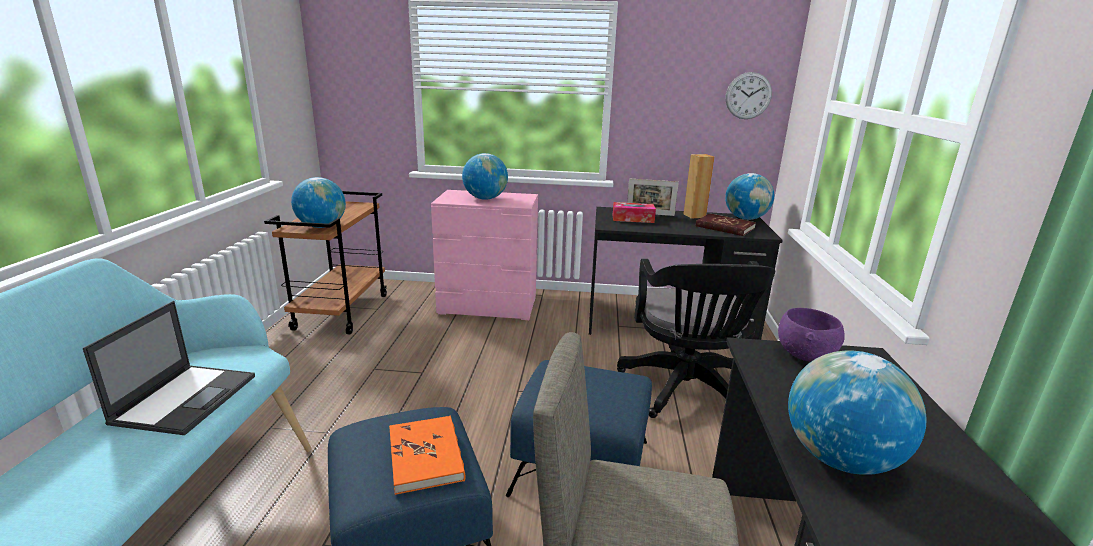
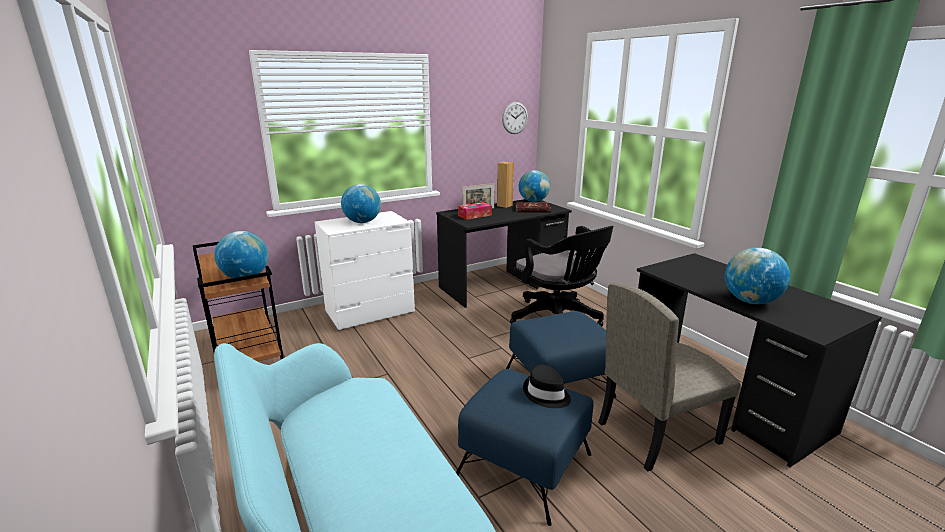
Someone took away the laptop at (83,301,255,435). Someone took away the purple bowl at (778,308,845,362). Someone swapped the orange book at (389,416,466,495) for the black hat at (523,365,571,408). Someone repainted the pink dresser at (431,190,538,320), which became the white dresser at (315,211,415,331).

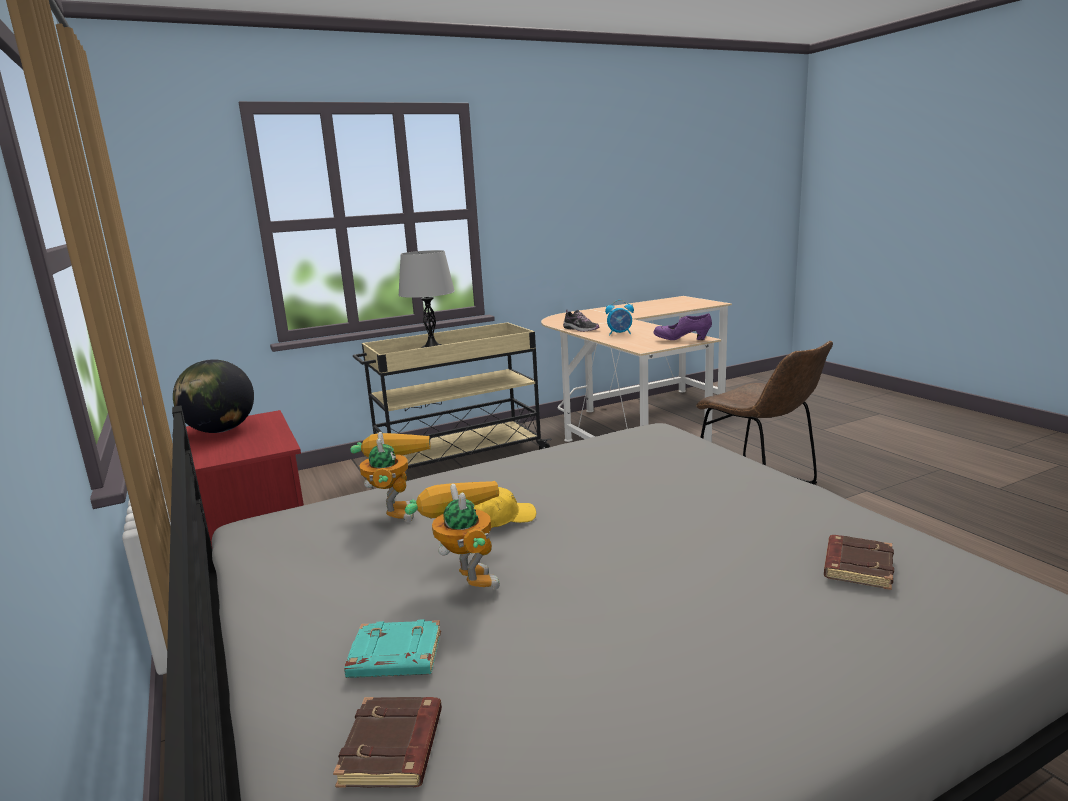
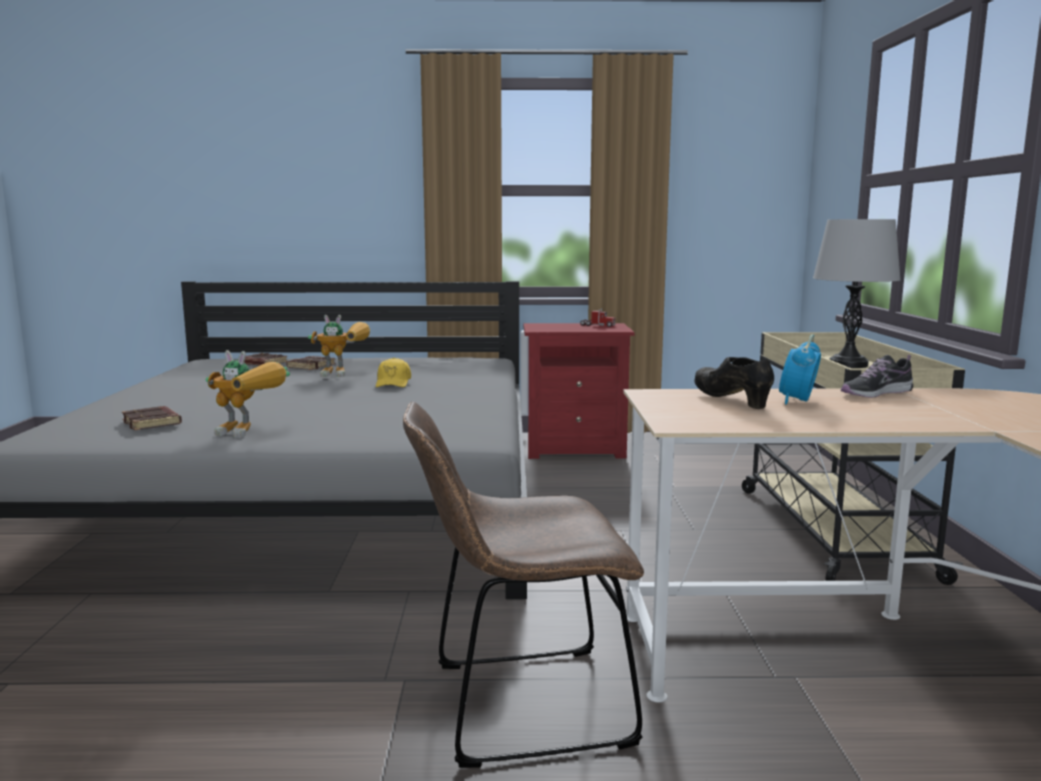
Someone took away the purple shoe at (653,313,712,340). Someone put down the black shoe at (694,357,774,409). Someone carried the toy robot from (351,432,431,522) to (206,350,290,438). Someone swapped the globe at (173,359,254,433) for the toy truck at (580,308,615,327). Someone repainted the turquoise book at (344,620,441,678), which became the brown book at (286,356,336,370).

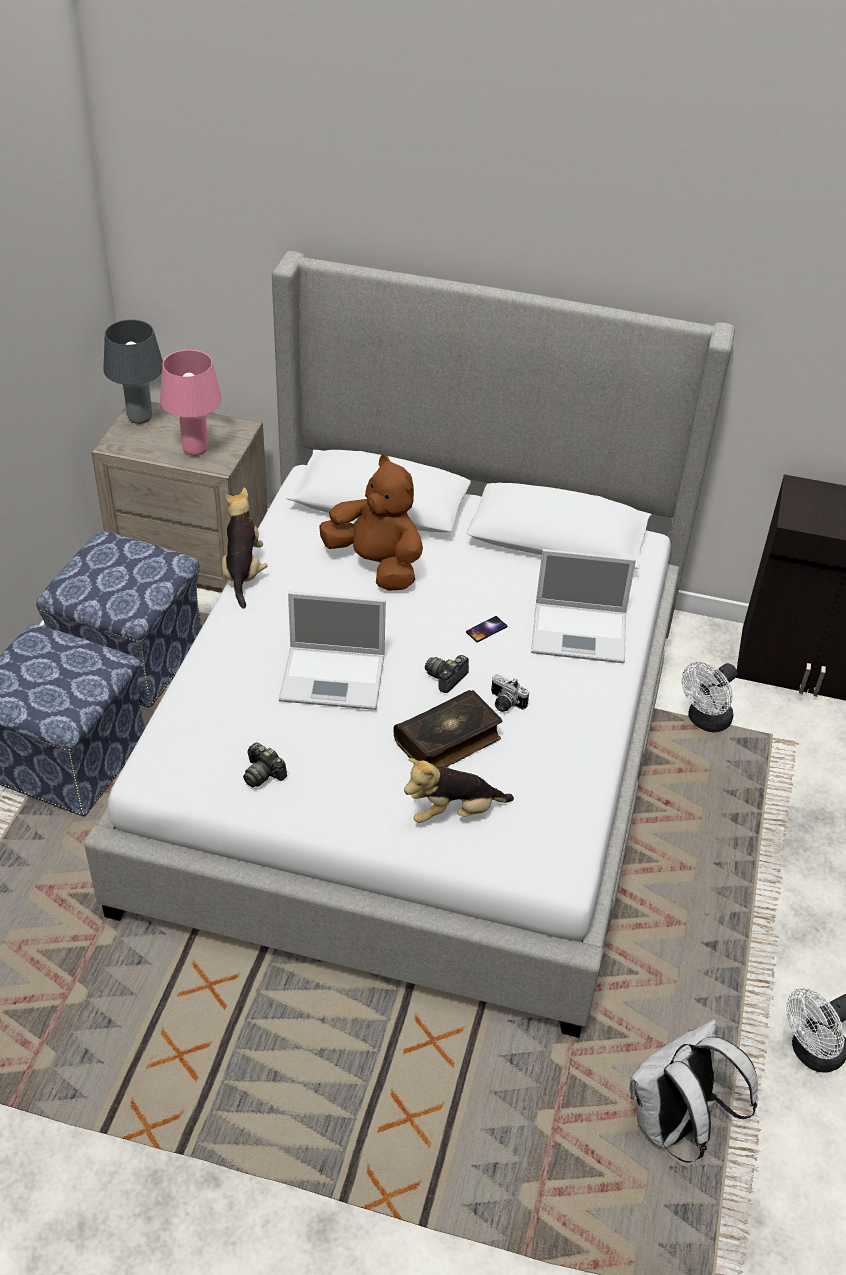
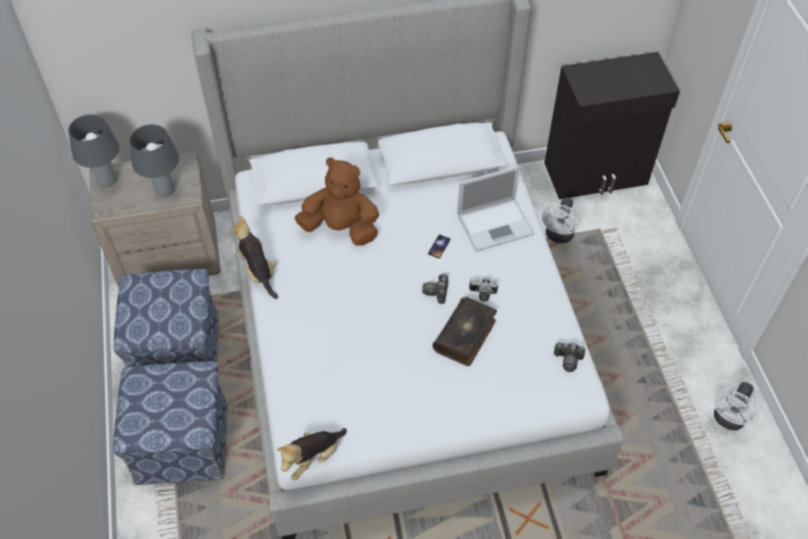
Someone took away the laptop at (279,591,386,710). Someone took away the white backpack at (630,1019,758,1163). Someone carried the photo camera from (243,742,287,787) to (554,343,585,372). Someone carried the plush toy from (404,758,514,823) to (277,428,347,481). Someone repainted the pink table lamp at (160,350,222,456), which became the grey table lamp at (129,124,179,197).

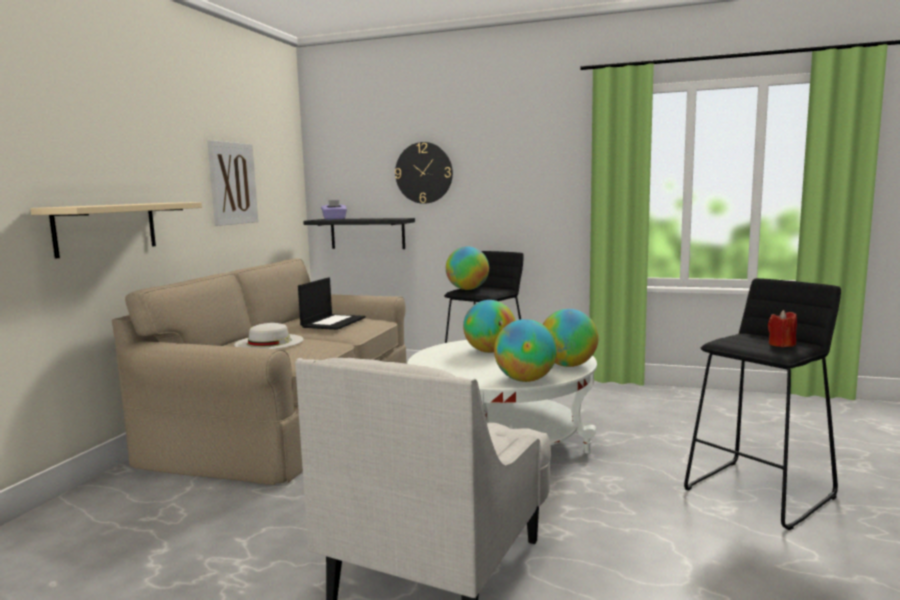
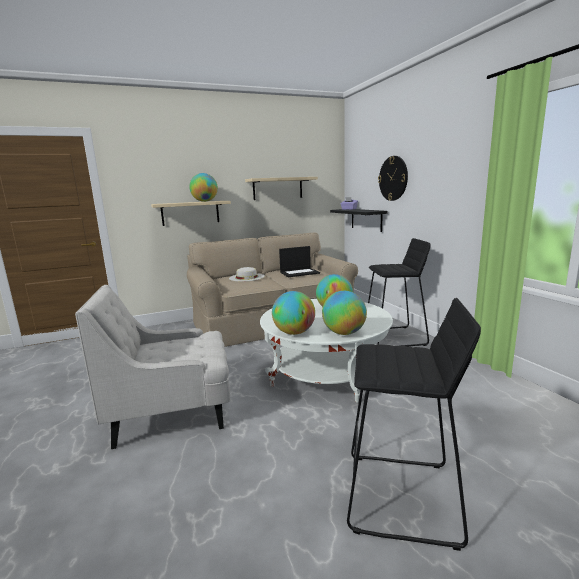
Someone took away the red candle at (768,310,797,347). Someone carried the globe from (446,246,489,290) to (189,173,218,202). Someone swapped the picture at (207,140,258,226) for the beige shelf at (245,177,318,200).

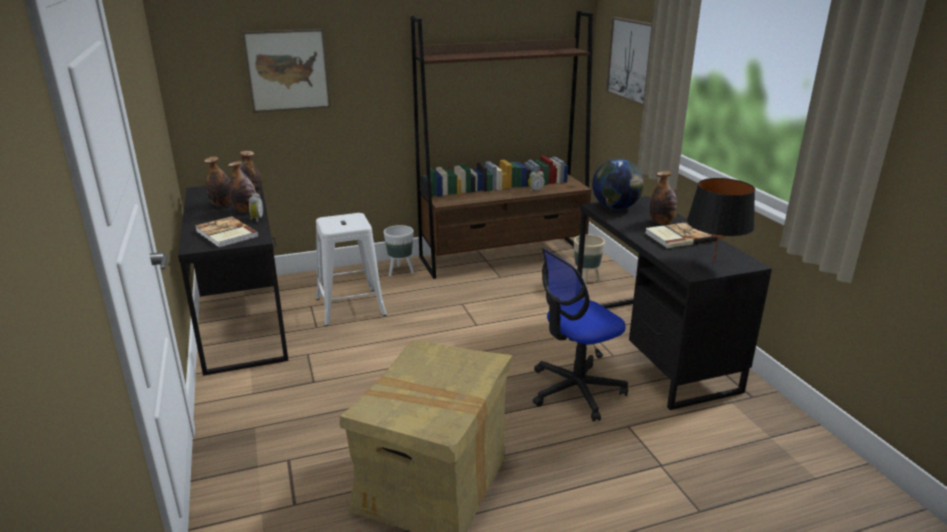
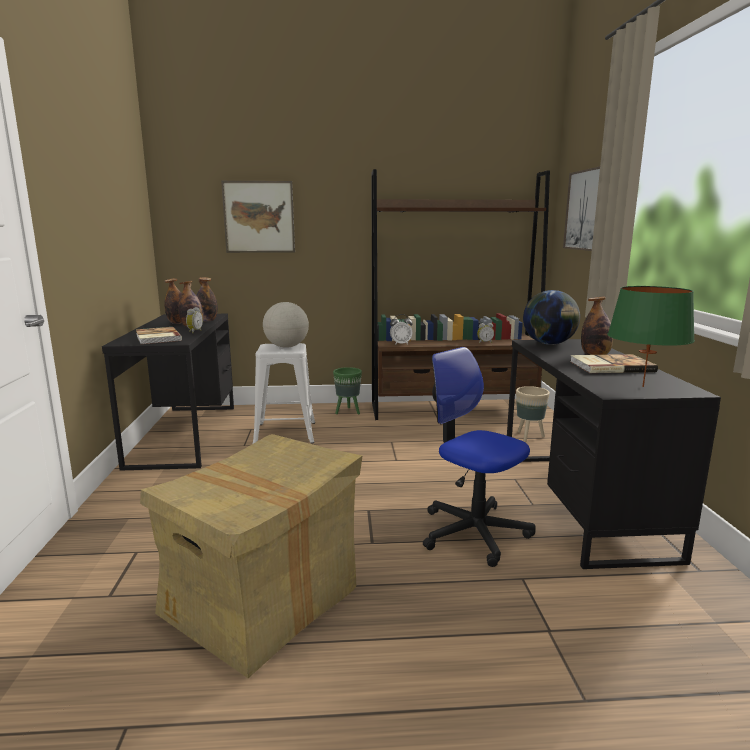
Someone put down the globe at (263,302,309,348). Someone put down the alarm clock at (390,314,413,345). Someone repainted the white planter at (384,225,414,276), which became the green planter at (333,367,362,415). Someone repainted the black table lamp at (687,178,755,262), which became the green table lamp at (607,286,695,387). Someone rotated the office chair at (533,248,628,421) by 60 degrees clockwise.

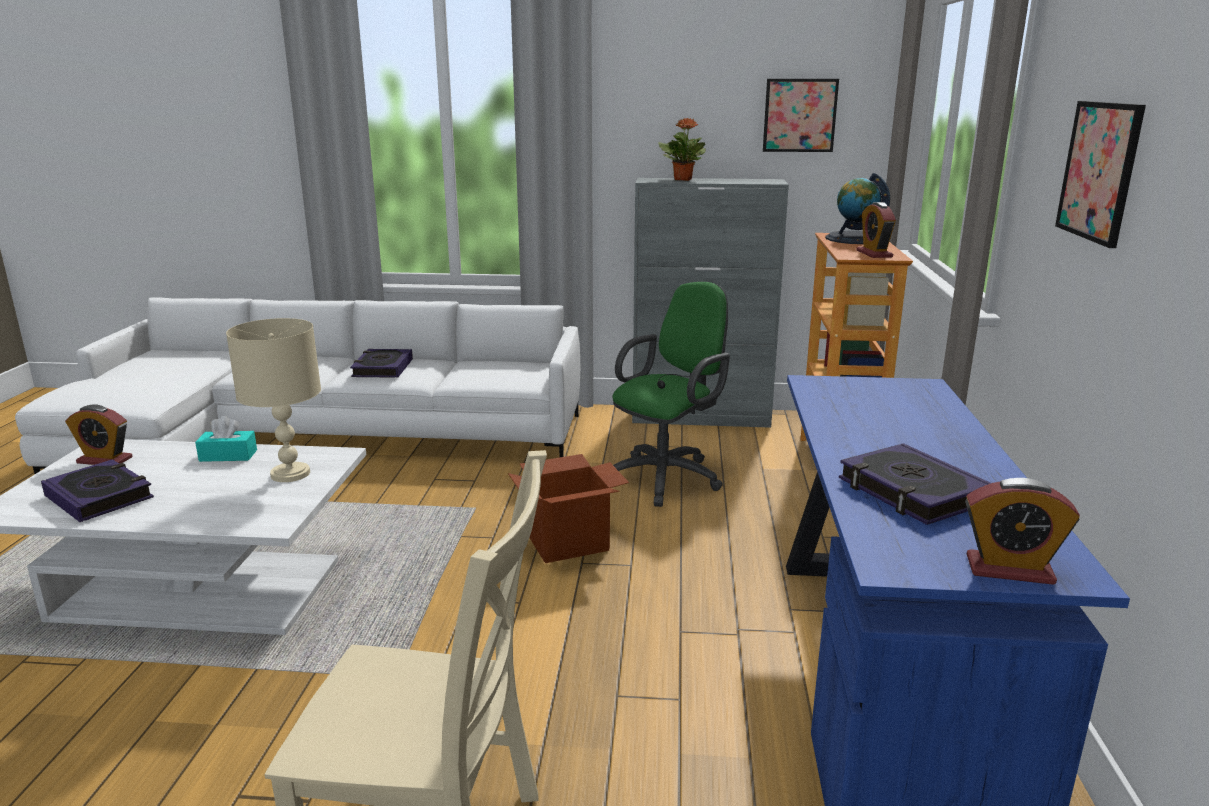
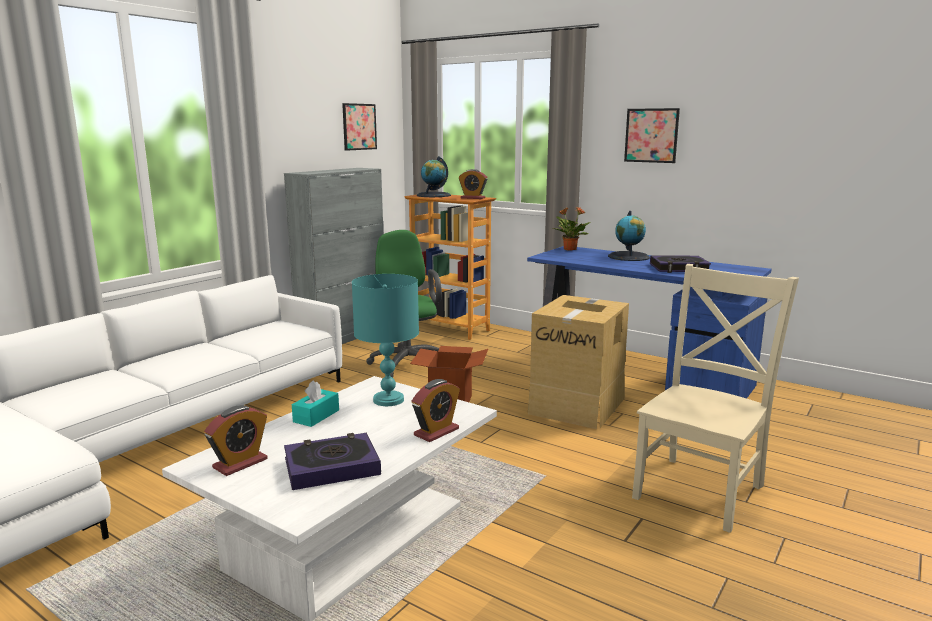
Someone took away the book at (350,349,413,378). Someone put down the cardboard box at (528,295,629,429). Someone put down the globe at (608,211,650,261). Someone carried the potted plant from (658,118,706,181) to (553,207,590,251). Someone carried the alarm clock from (965,478,1080,585) to (412,379,460,442). Someone repainted the beige table lamp at (226,318,321,482), which became the turquoise table lamp at (352,274,419,406).

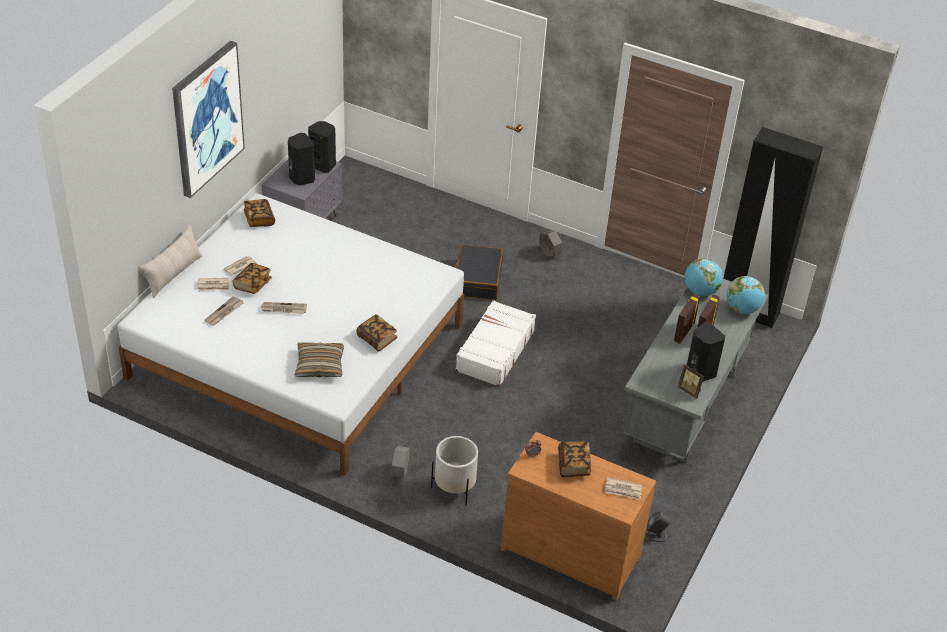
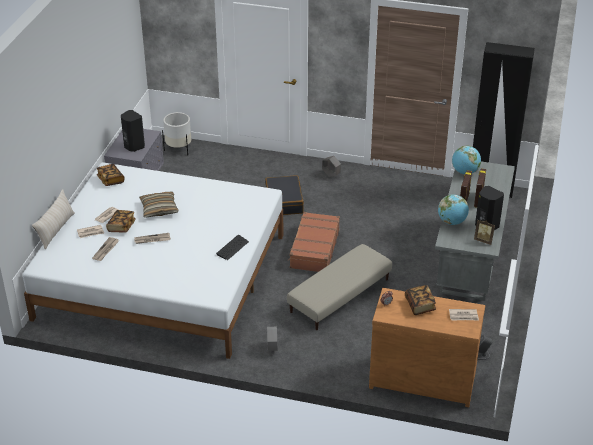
Someone took away the picture at (172,41,245,198). Someone took away the black speaker at (308,121,336,173). Someone put down the beige ottoman at (287,244,392,330). Someone carried the pillow from (295,342,344,377) to (139,192,179,218). Someone carried the white planter from (431,436,478,505) to (162,112,191,155). Someone carried the globe from (726,276,765,314) to (438,195,469,225). Someone swapped the book at (356,314,398,351) for the keyboard at (216,235,249,260). Someone repainted the white suitcase at (455,300,536,387), which became the brown suitcase at (288,212,340,272).

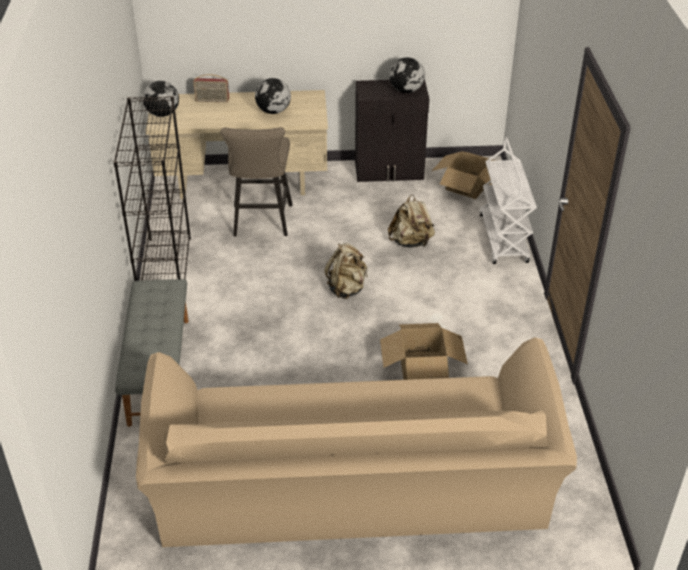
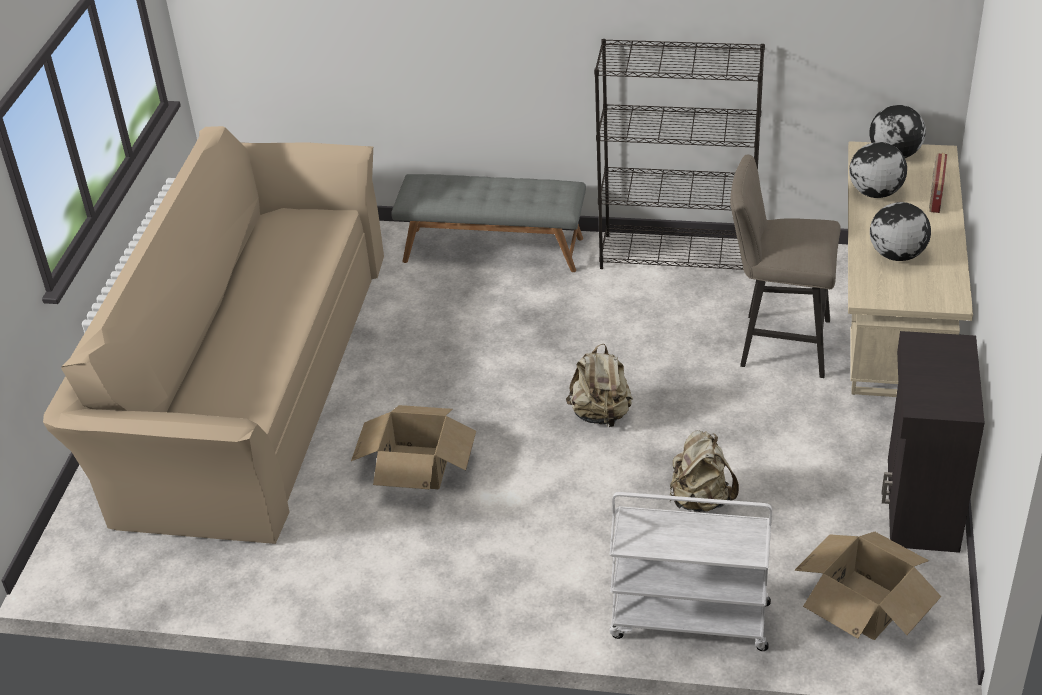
Someone carried the globe from (389,57,425,93) to (849,142,907,198).

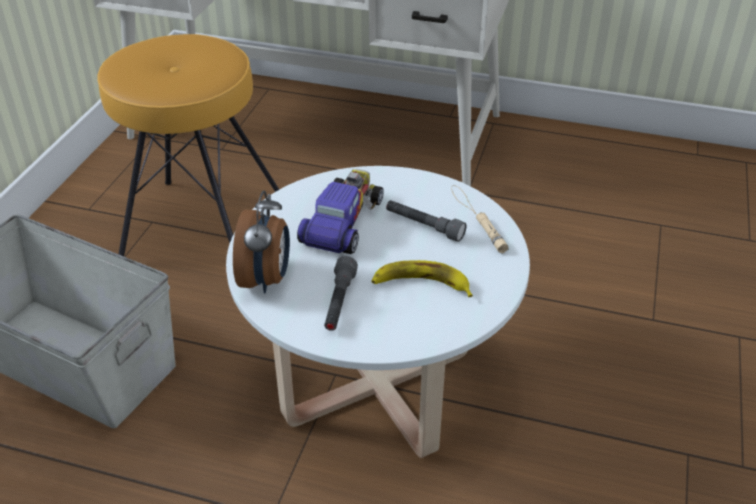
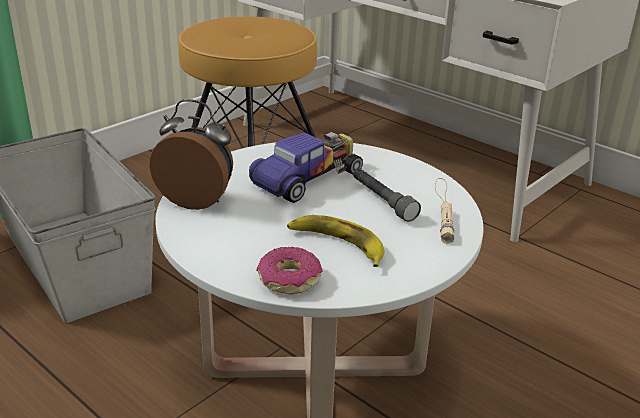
Someone took away the grey flashlight at (324,256,358,331). Someone put down the donut at (256,247,323,295). Someone rotated the alarm clock at (233,191,290,294) by 105 degrees counterclockwise.

